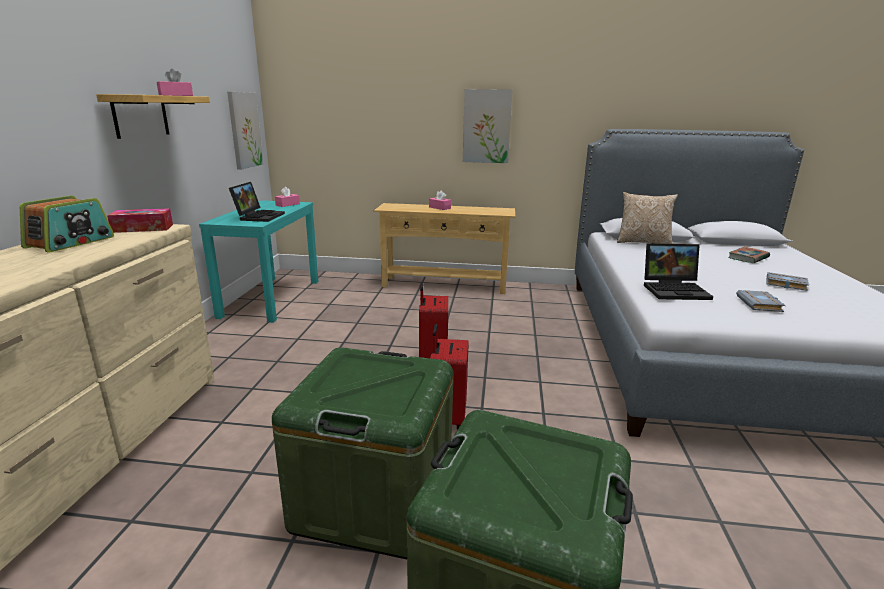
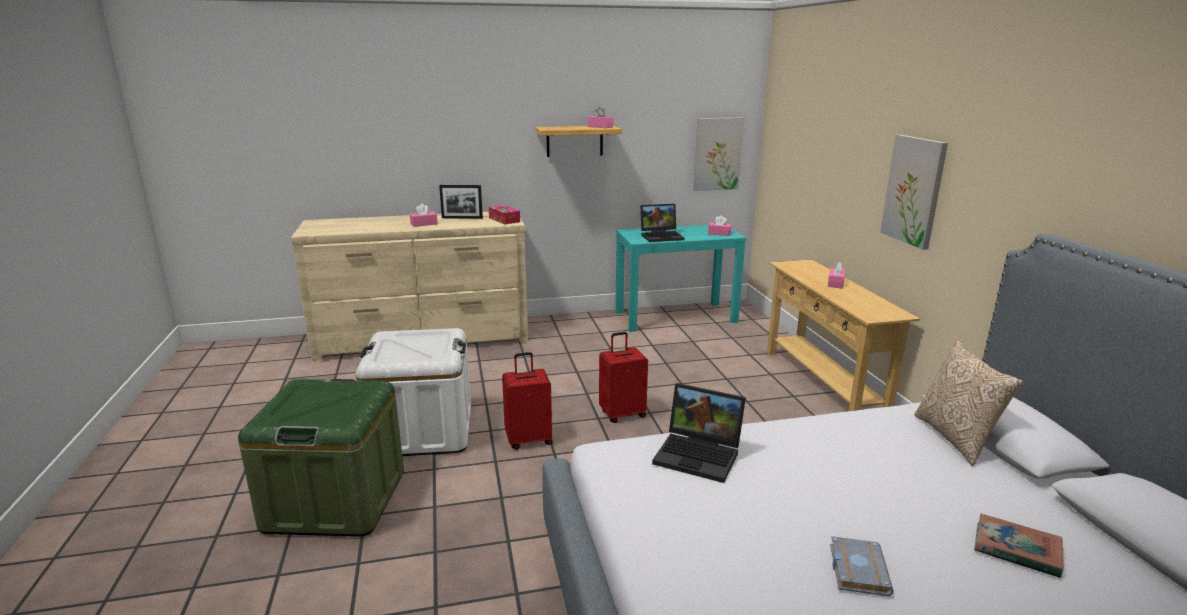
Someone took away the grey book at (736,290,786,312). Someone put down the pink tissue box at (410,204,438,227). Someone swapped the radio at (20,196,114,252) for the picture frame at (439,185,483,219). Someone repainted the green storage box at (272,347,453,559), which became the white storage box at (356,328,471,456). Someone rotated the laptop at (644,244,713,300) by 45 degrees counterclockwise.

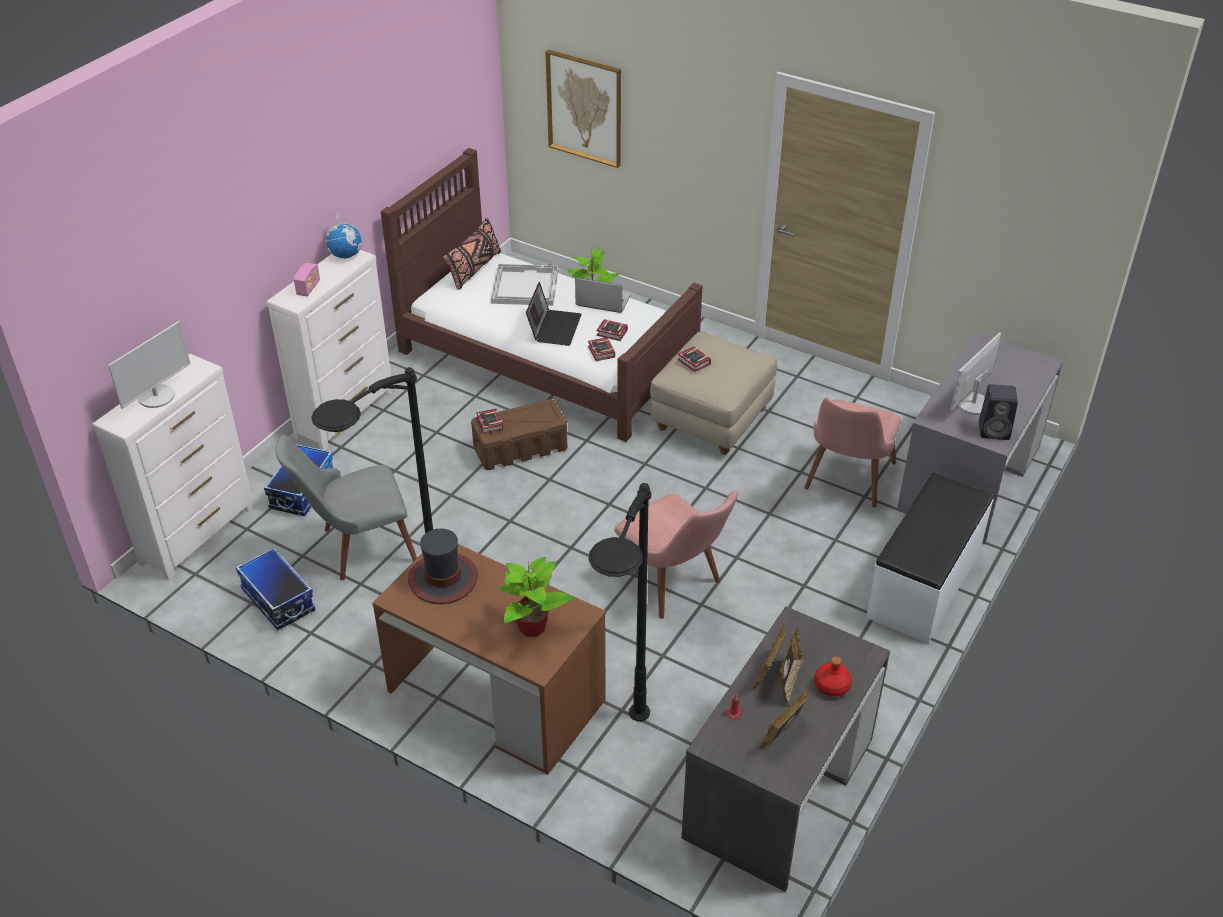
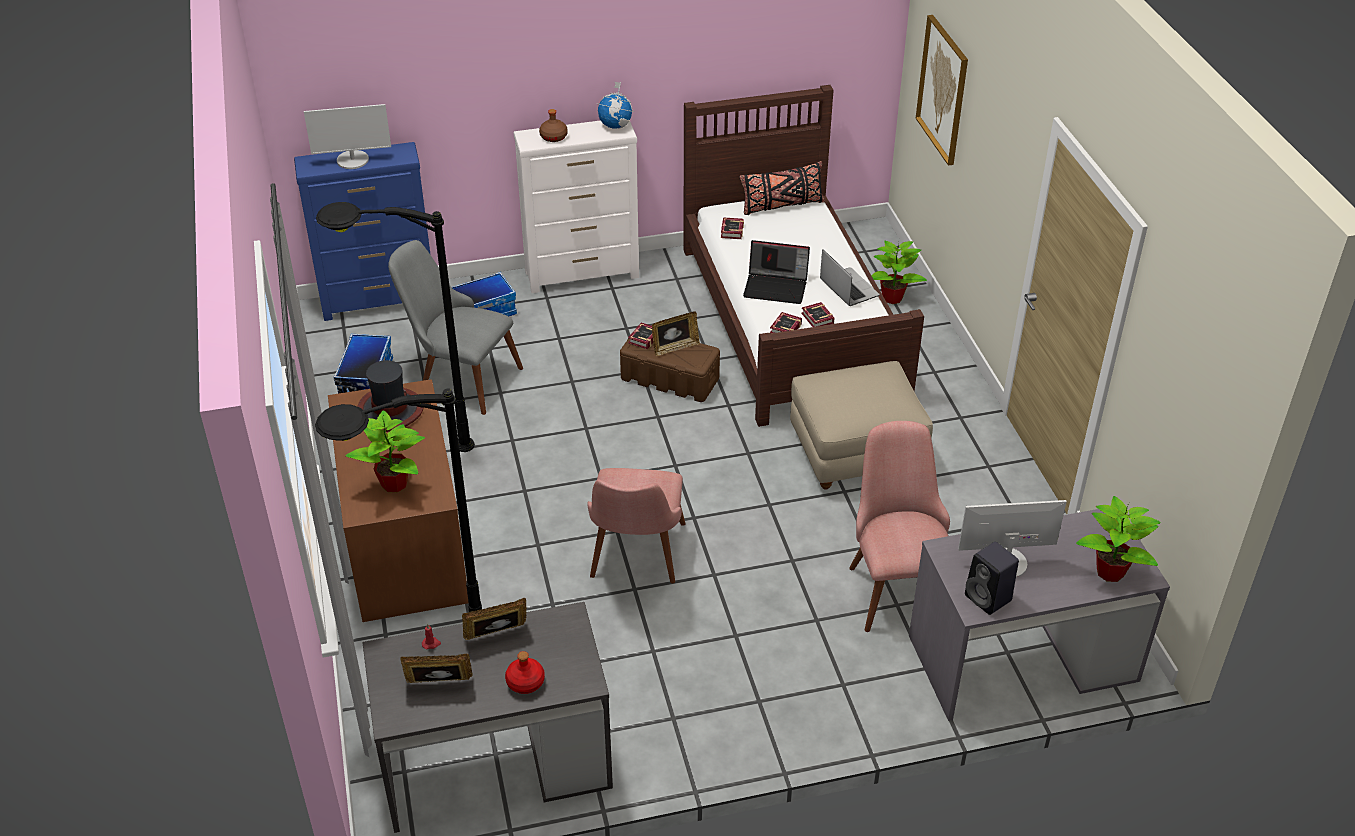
Someone took away the white tray at (491,264,558,306). Someone took away the white bench at (866,473,994,643). Someone put down the potted plant at (1076,496,1161,582). Someone carried the book from (678,346,711,372) to (721,217,744,239). Someone carried the picture frame from (779,628,805,704) to (652,311,700,356). Someone swapped the radio at (294,263,320,296) for the brown bottle at (539,109,568,142). Someone repainted the white dresser at (92,353,254,580), which became the blue dresser at (294,142,431,321). Someone rotated the laptop at (526,282,582,346) by 45 degrees clockwise. Someone rotated the pink chair at (804,397,901,508) by 105 degrees clockwise.

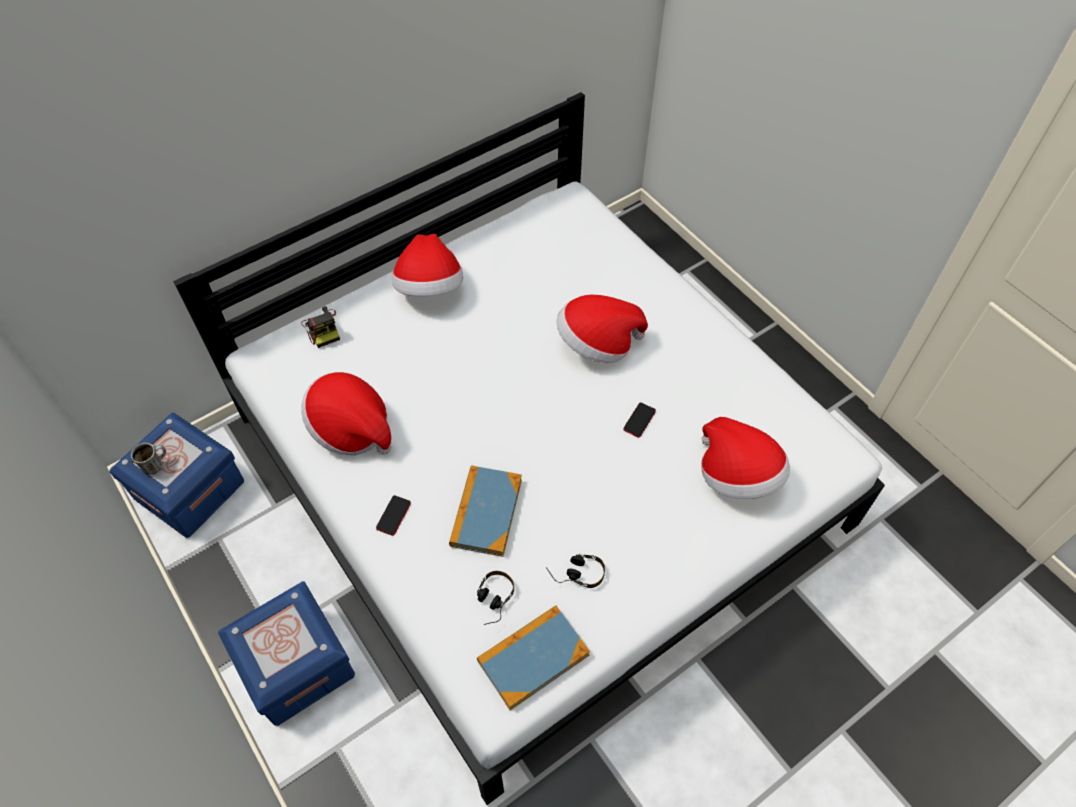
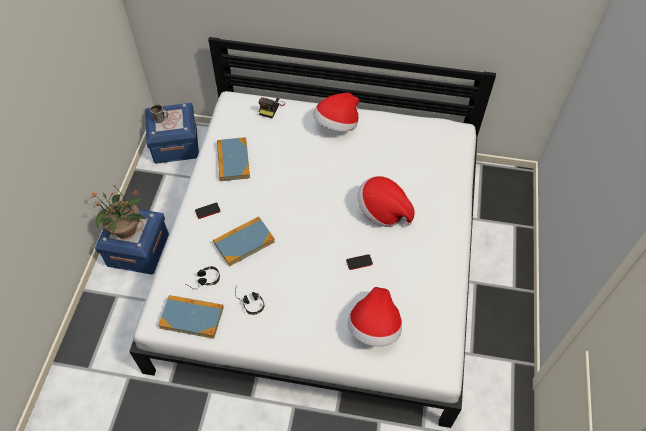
Someone put down the potted plant at (90,184,146,238). Someone swapped the hat at (301,372,392,456) for the book at (217,137,250,181).

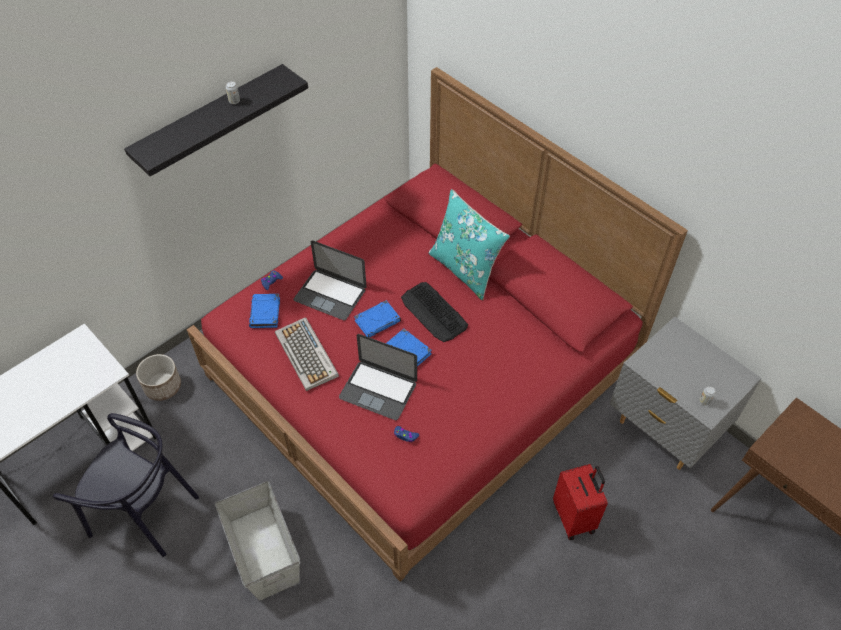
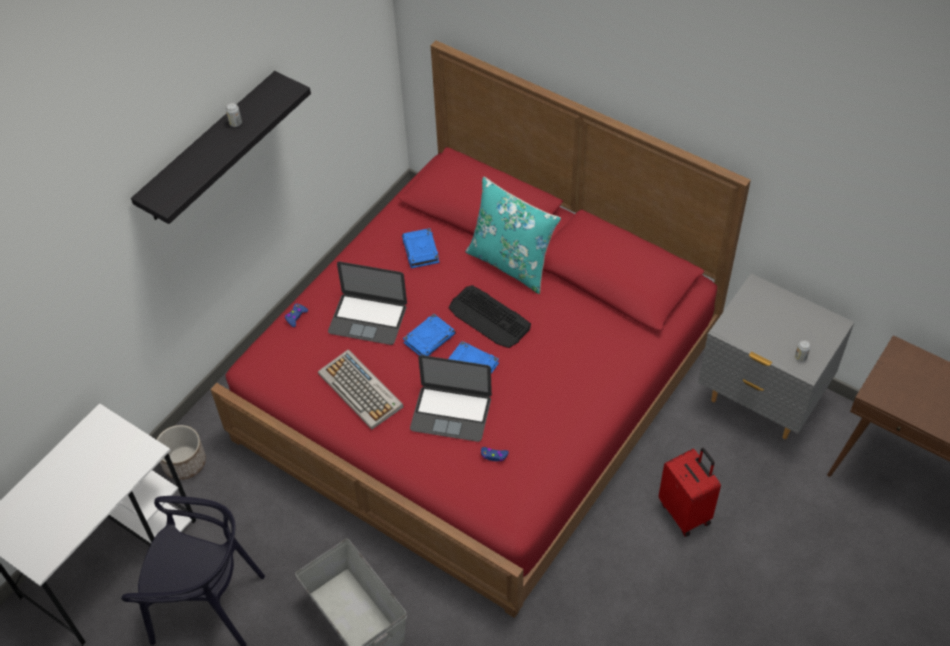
Someone carried the blue book from (249,294,280,328) to (402,228,439,268).

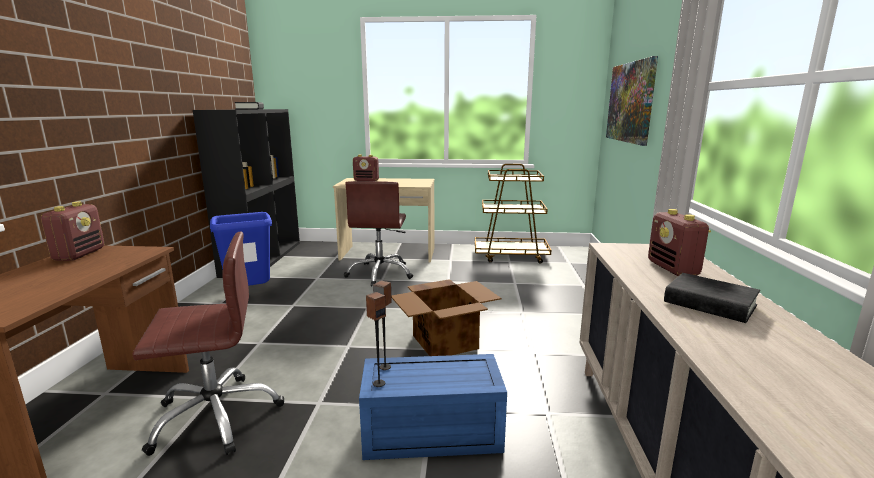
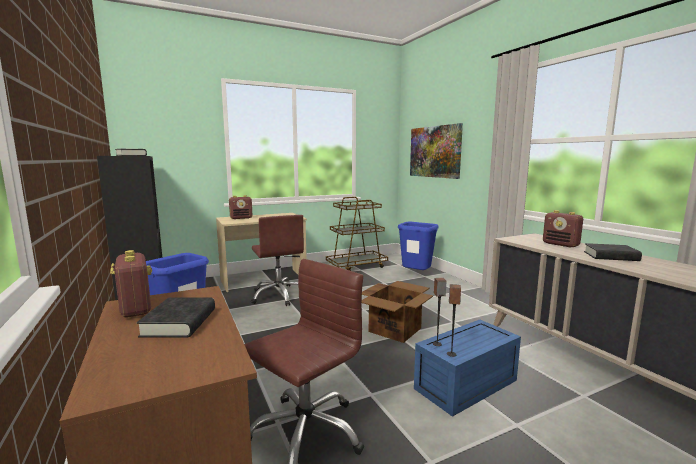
Someone put down the black book at (136,297,215,338). Someone put down the blue trash can at (398,222,439,270).

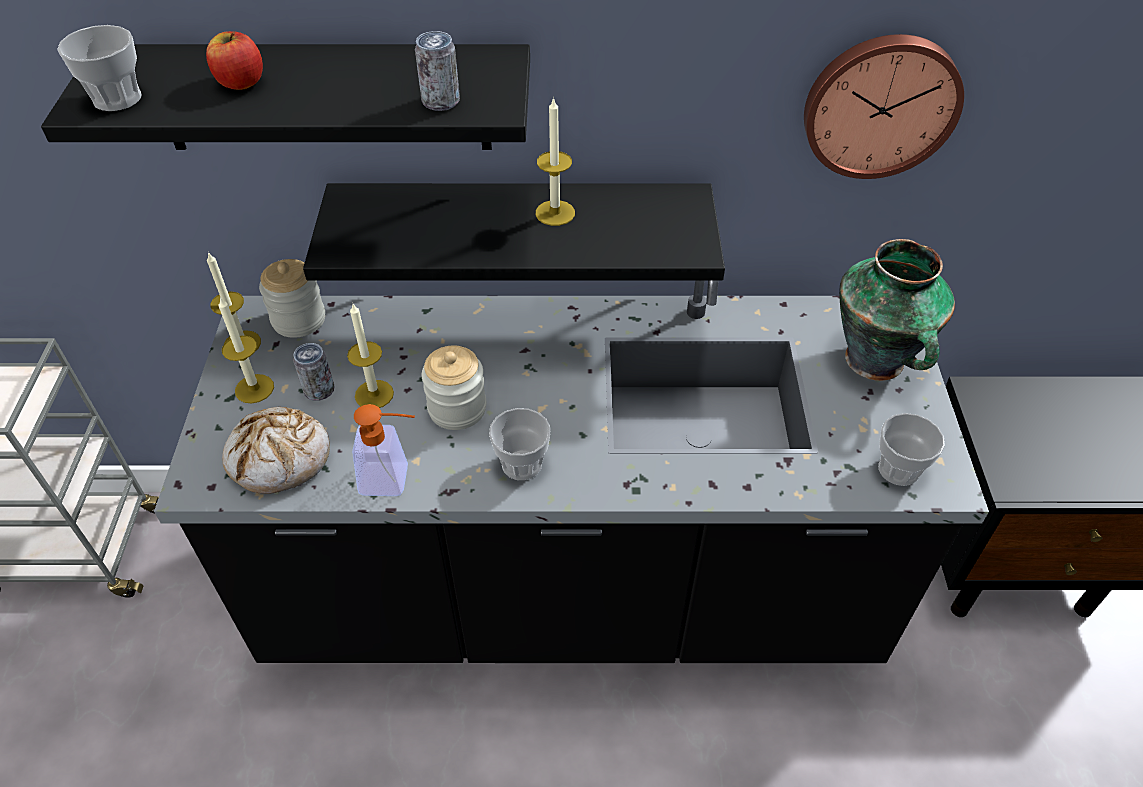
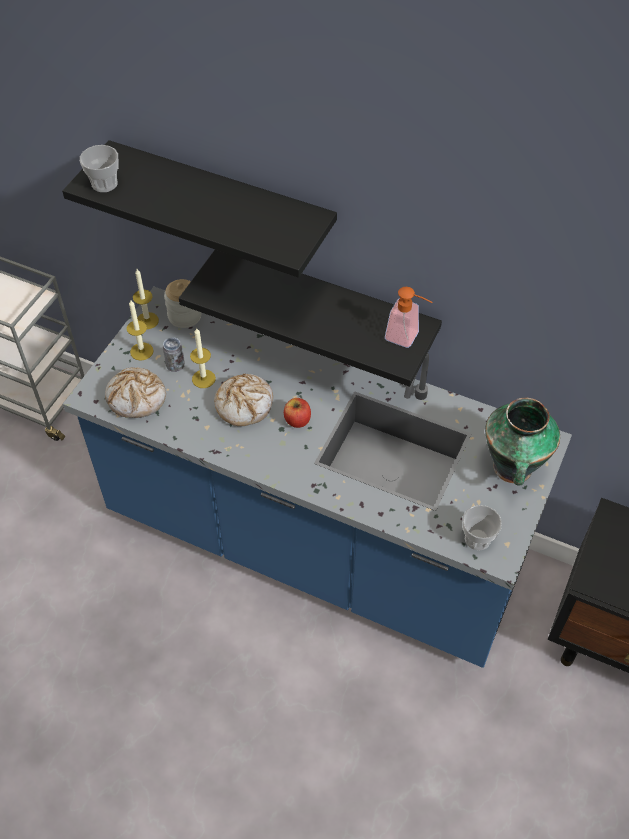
Someone took away the can at (415,31,460,111). Someone took away the cup at (489,408,551,480). Someone took away the candle at (536,97,575,226). Someone took away the wall clock at (804,34,964,179). Someone carried the apple from (206,31,263,90) to (284,398,311,428). Someone carried the soap dispenser from (352,404,415,496) to (385,287,432,348). Someone swapped the jar at (422,345,486,430) for the bread at (214,374,273,426). Someone repainted the black counter at (154,281,989,663), which became the blue counter at (63,287,572,668).

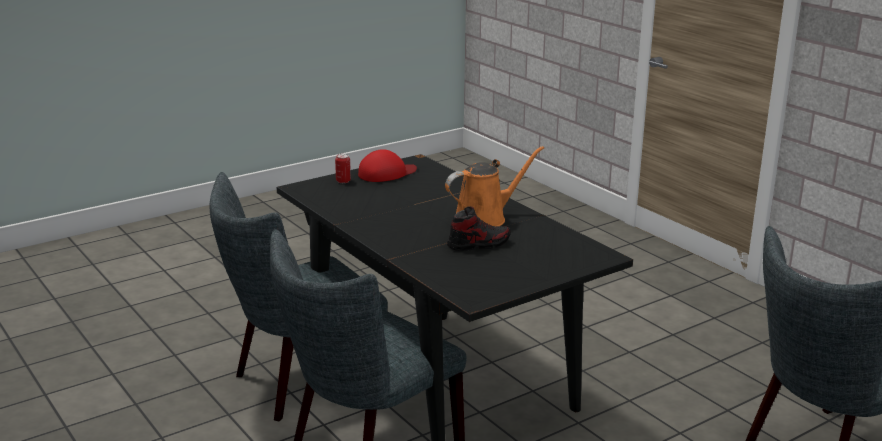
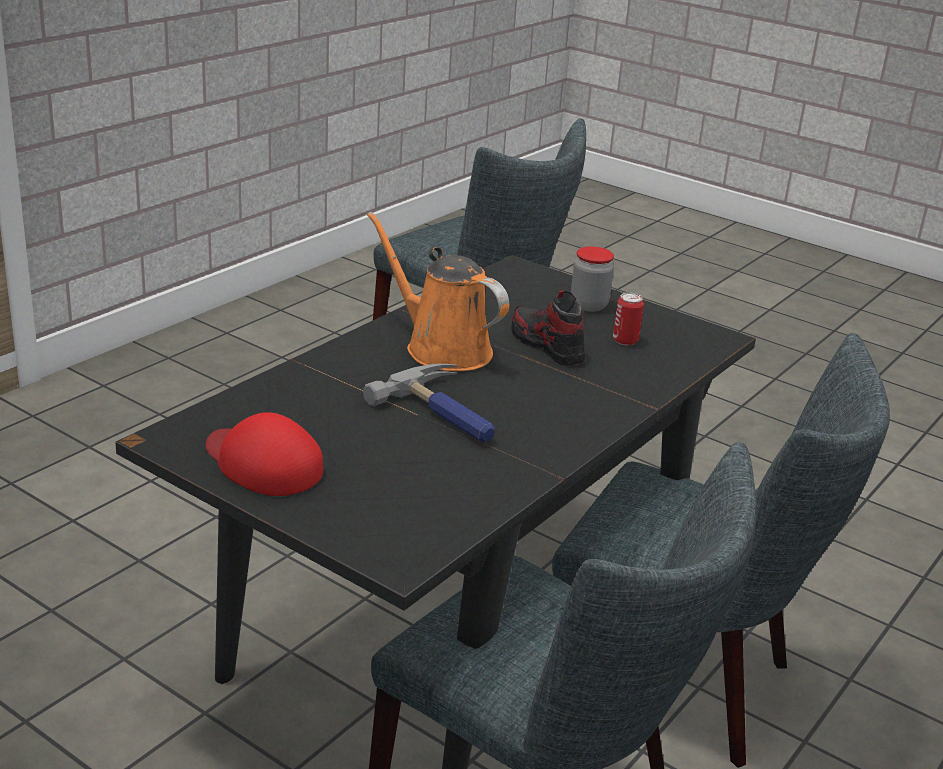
Someone put down the hammer at (363,364,495,442). Someone put down the jar at (571,246,614,312). Someone carried the can from (335,154,351,183) to (613,293,644,346).

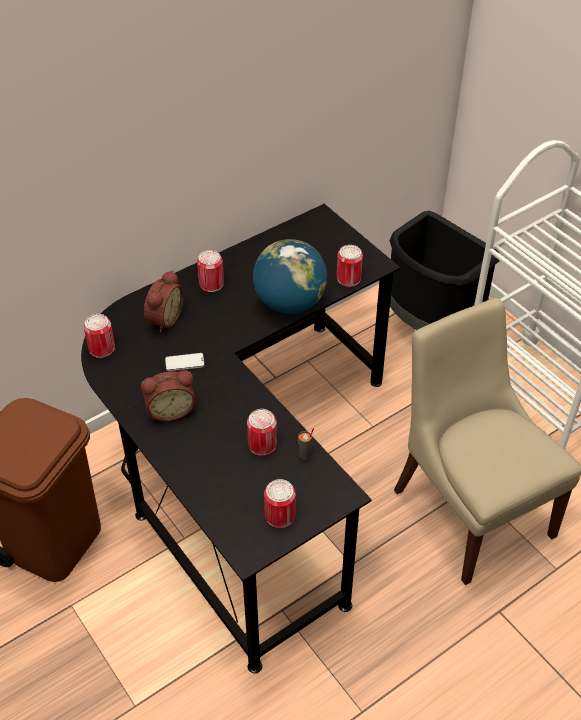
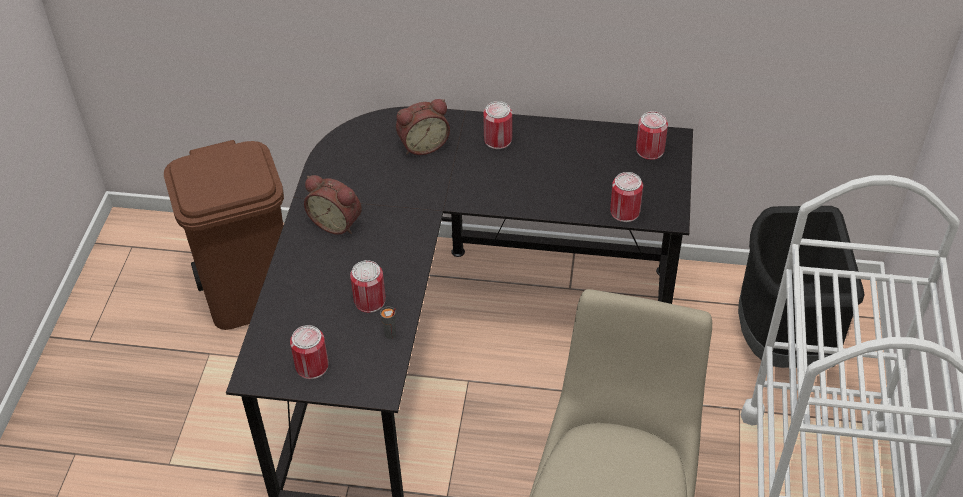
Someone took away the phone at (165,353,205,371). Someone took away the globe at (253,239,327,314). Someone carried the can from (84,314,115,358) to (636,111,668,160).

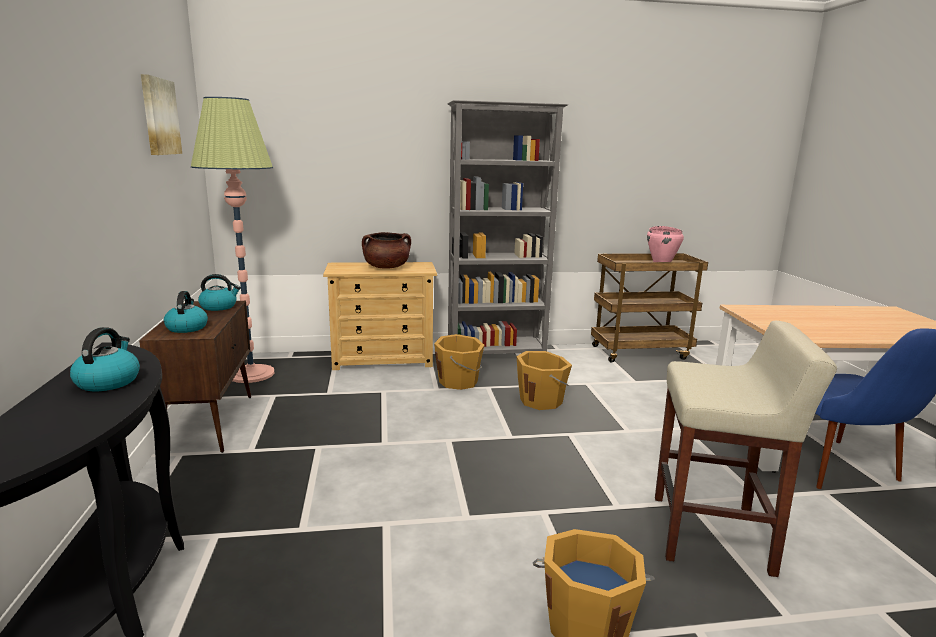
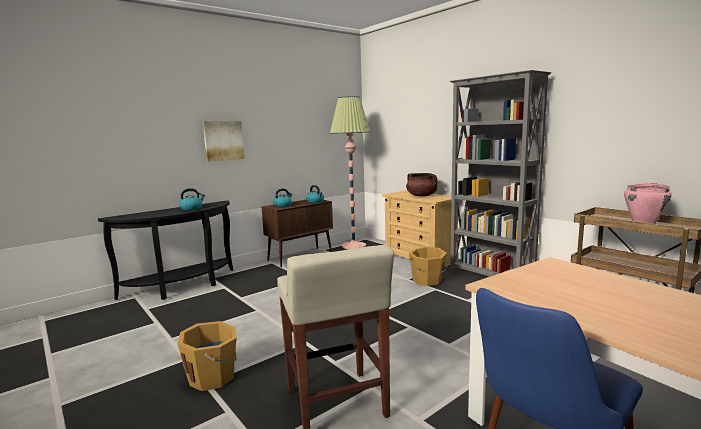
Someone took away the orange bucket at (517,351,572,410). Someone carried the picture from (141,74,182,155) to (203,121,245,161).

